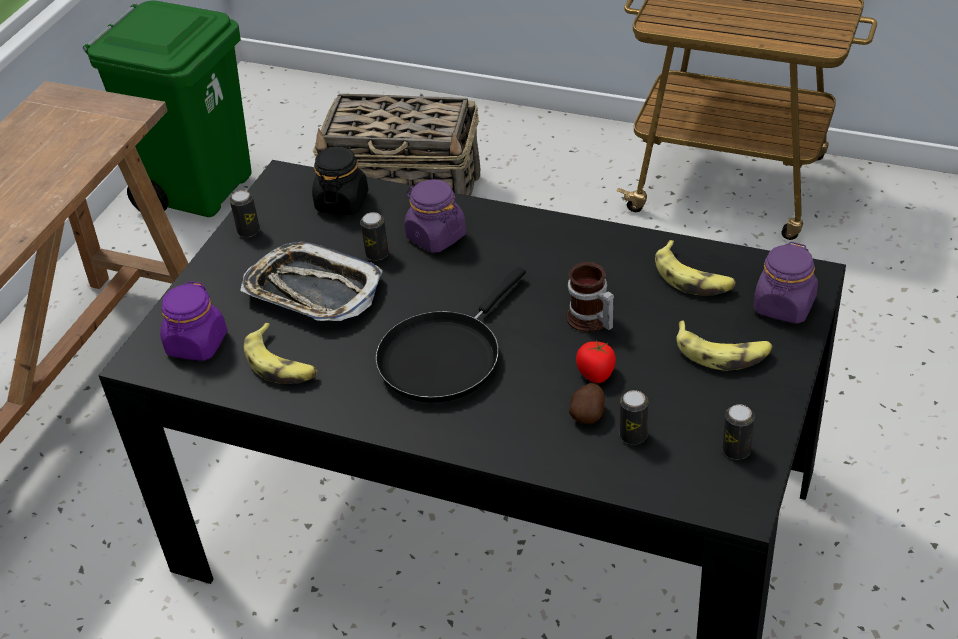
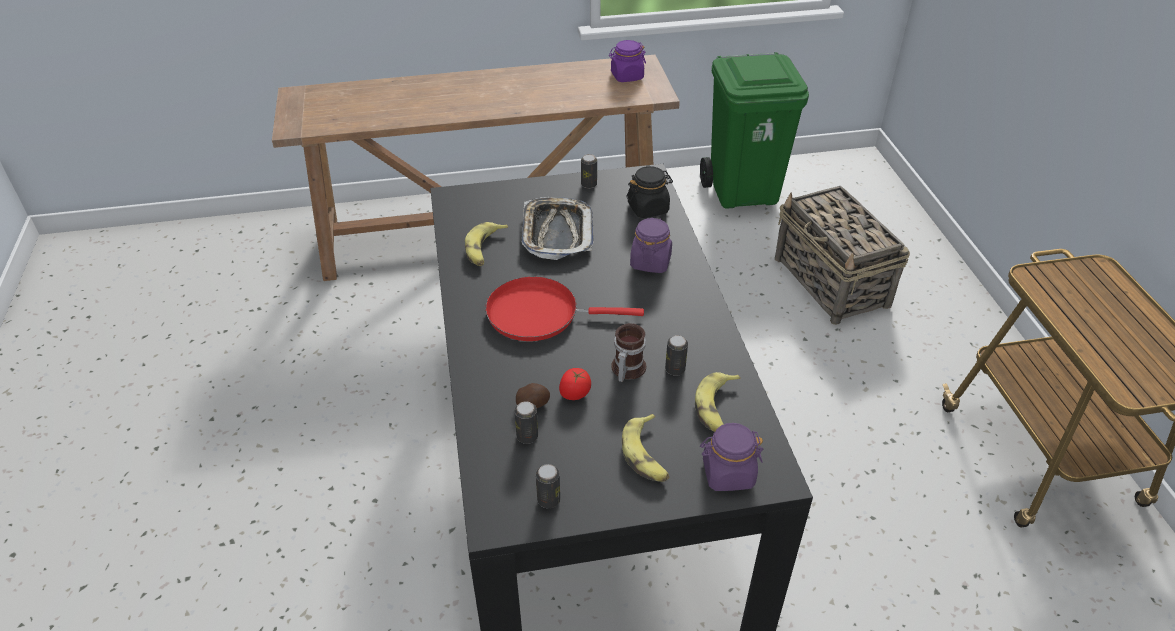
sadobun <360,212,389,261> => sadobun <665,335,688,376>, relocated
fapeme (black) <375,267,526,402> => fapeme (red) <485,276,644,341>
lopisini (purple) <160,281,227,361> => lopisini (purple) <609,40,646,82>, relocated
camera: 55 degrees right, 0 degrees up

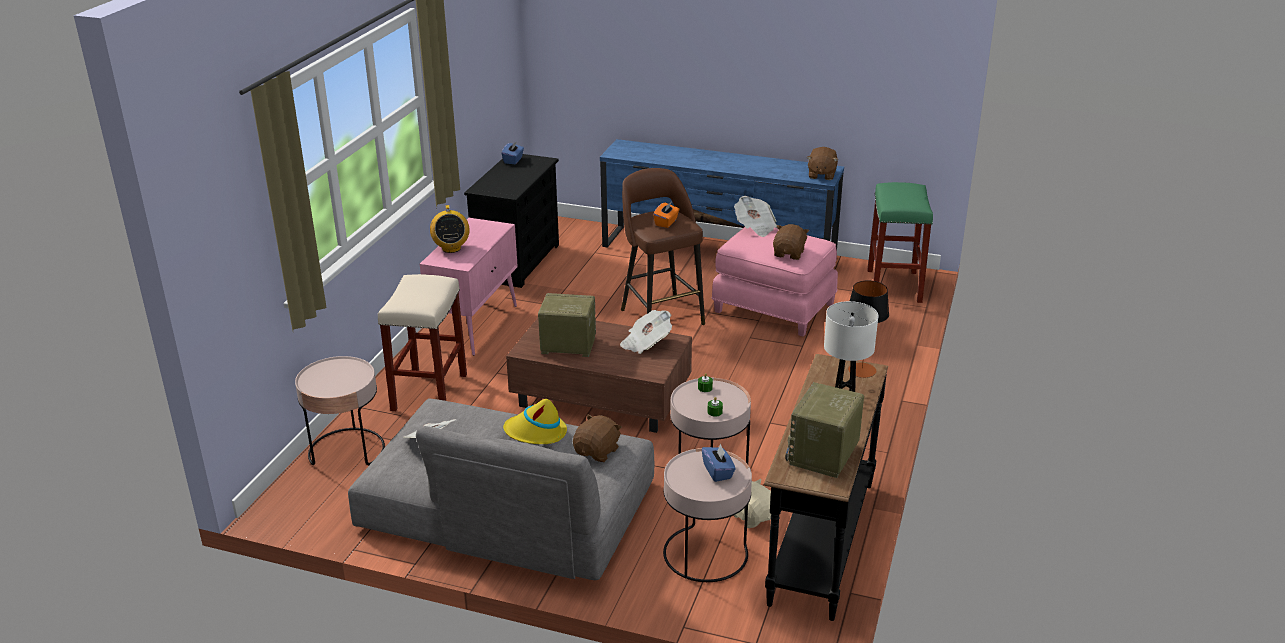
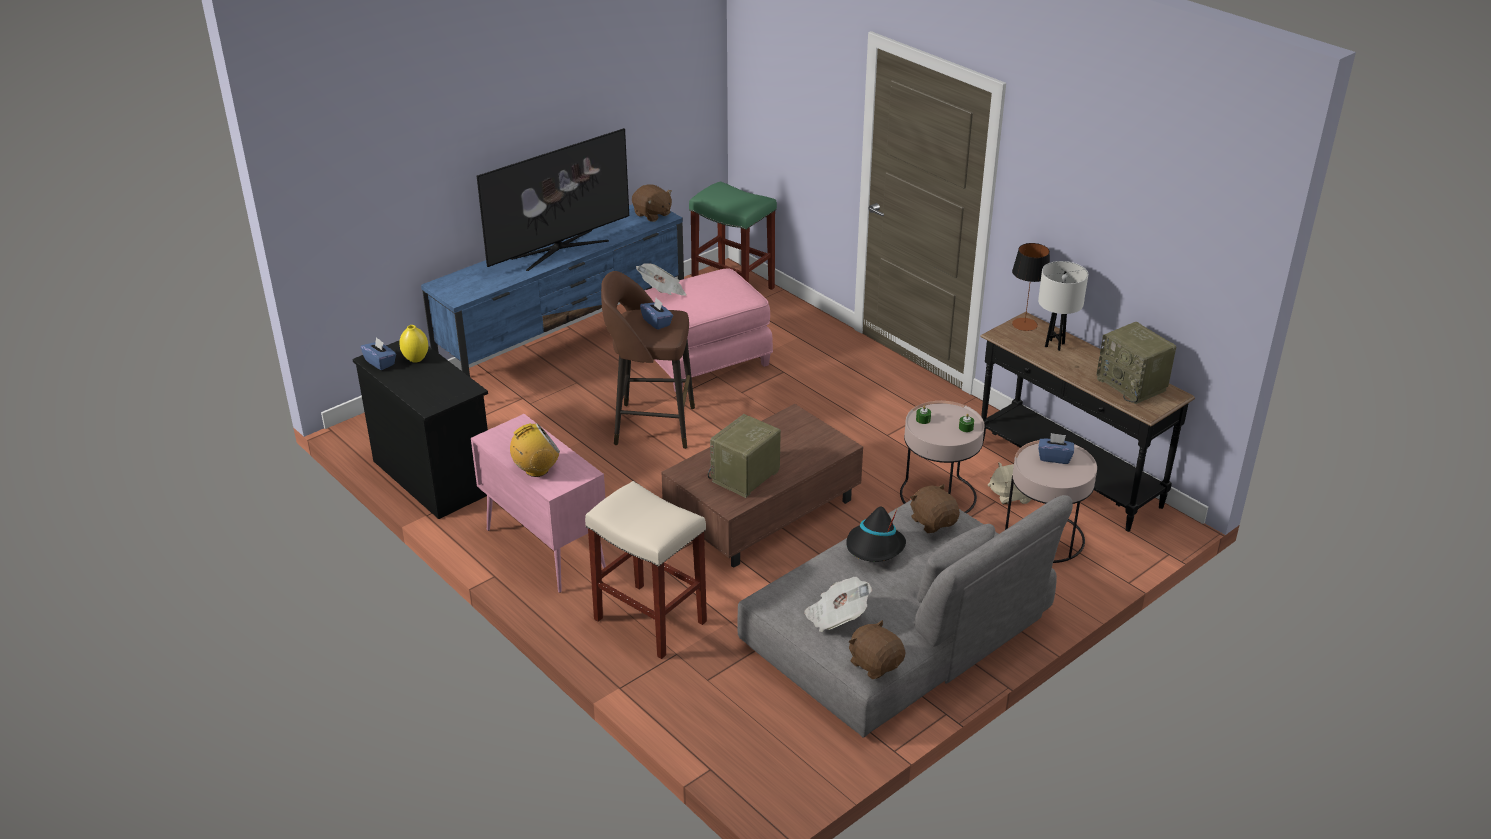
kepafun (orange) <653,202,680,228> => kepafun (blue) <640,298,673,330>
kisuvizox <430,205,470,253> => kisuvizox <510,423,560,477>, 45 degrees counterclockwise
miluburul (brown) <773,224,809,260> => miluburul (brown) <849,620,906,679>, relocated
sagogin <620,310,672,354> => nothing
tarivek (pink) <295,356,385,465> => nothing
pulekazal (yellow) <503,399,567,444> => pulekazal (black) <846,507,906,562>
nothing => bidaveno <477,128,629,271>
nothing => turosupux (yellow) <399,325,428,363>
camera: 60 degrees left, 5 degrees up

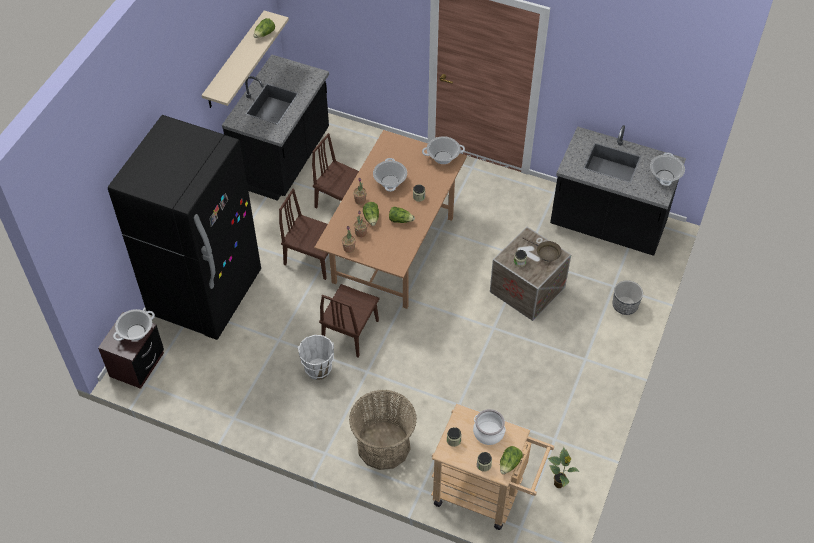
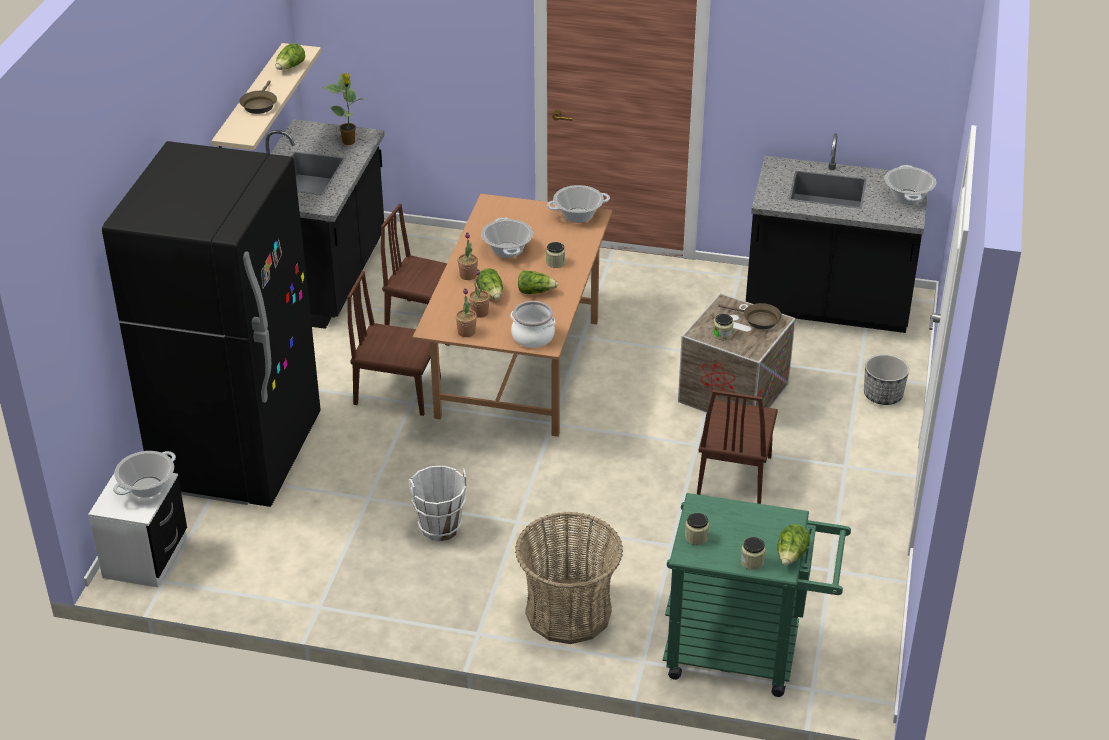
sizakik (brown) <319,284,379,358> => sizakik (brown) <697,390,778,504>, relocated
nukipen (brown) <98,312,164,389> => nukipen (white) <88,473,187,587>
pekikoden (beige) <431,404,554,530> => pekikoden (green) <663,493,851,697>
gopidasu <473,409,506,445> => gopidasu <510,301,556,348>, relocated
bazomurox <548,447,579,488> => bazomurox <324,72,366,145>, relocated
nothing => fapeme (brown) <239,80,277,114>
camera: 10 degrees left, 15 degrees down

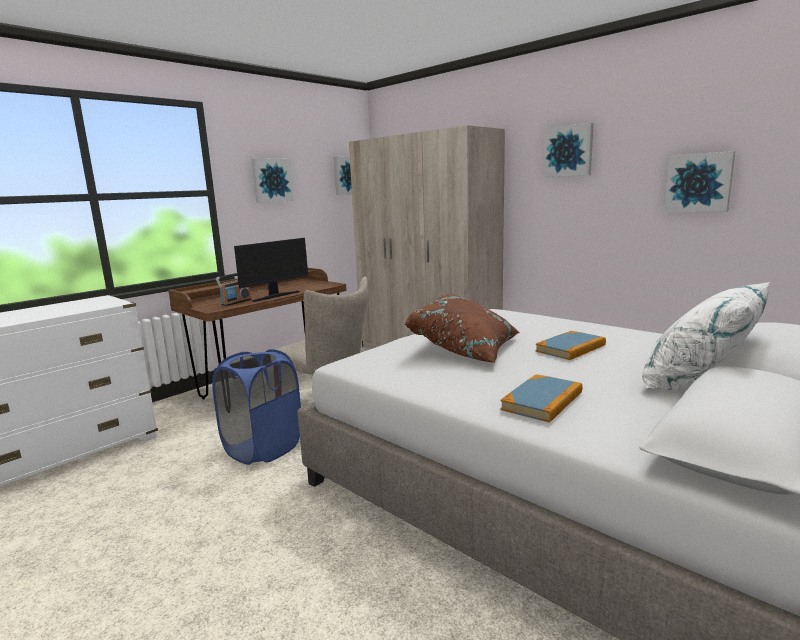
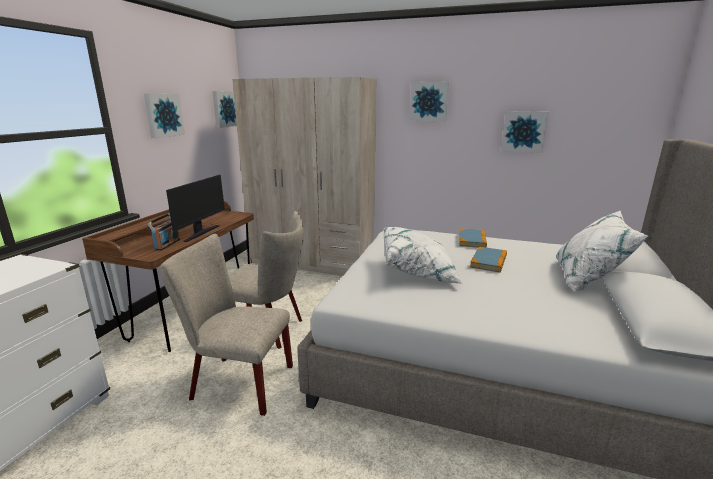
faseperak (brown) <405,294,520,363> => faseperak (white) <383,227,462,284>
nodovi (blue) <212,349,301,465> => sizakik (beige) <160,234,293,416>
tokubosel <500,375,582,423> => tokubosel <460,229,487,248>, relocated
camera: 25 degrees left, 5 degrees up

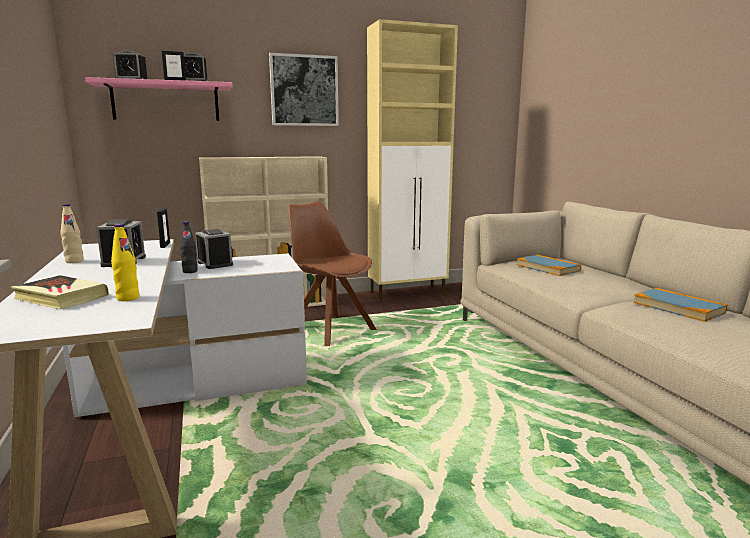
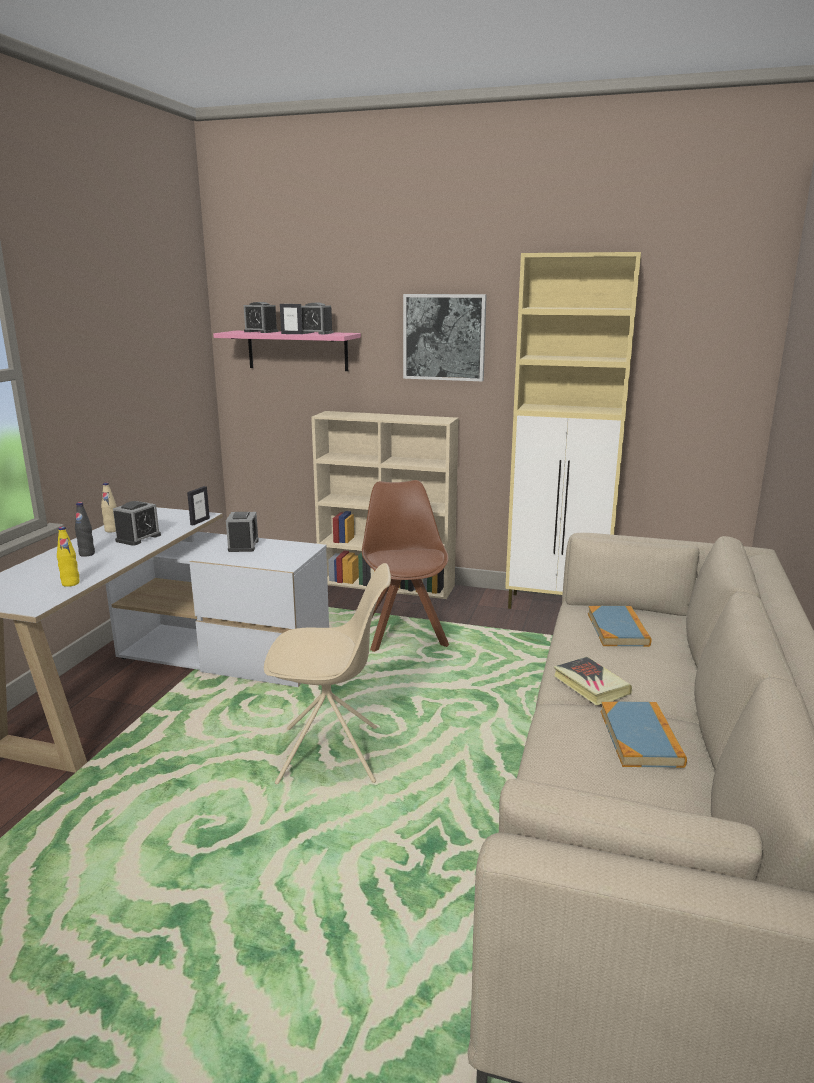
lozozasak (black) <180,221,198,273> => lozozasak (black) <75,502,95,557>, relocated
tokubosel <11,275,109,310> => tokubosel <554,657,632,706>, relocated
nothing => sizakik (beige) <264,563,391,784>
camera: 35 degrees right, 5 degrees up

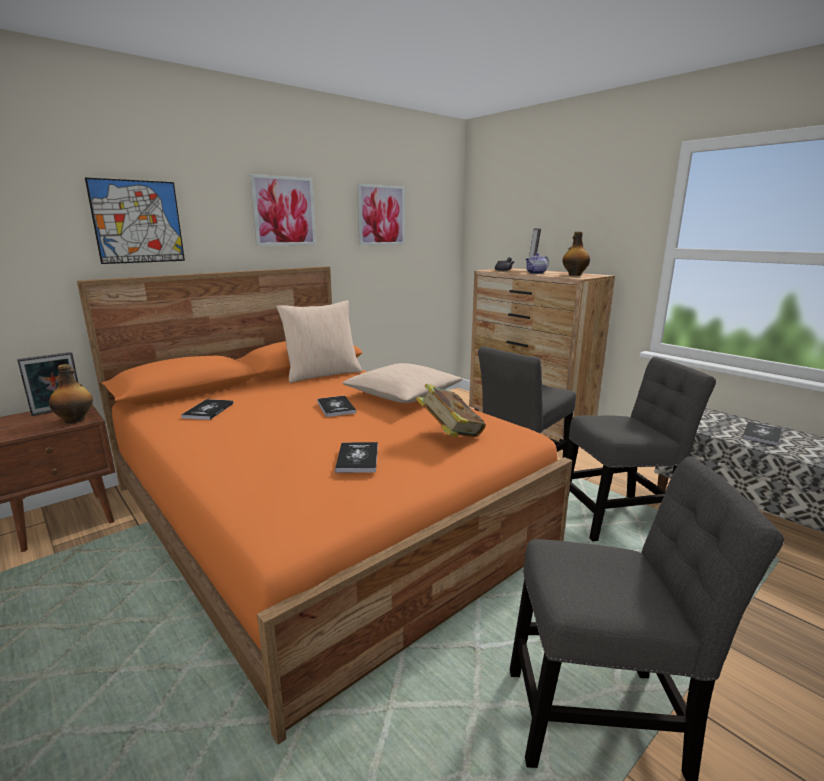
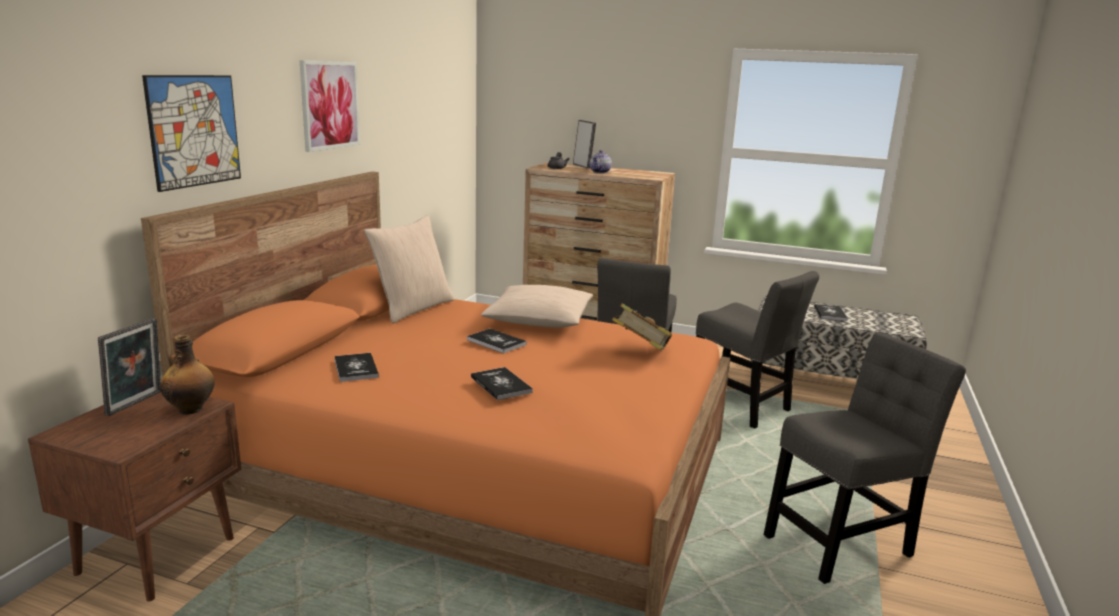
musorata <357,184,405,246> => nothing
lozozasak <563,232,590,276> => nothing
sizakik (grey) <567,357,716,542> => sizakik (grey) <696,271,819,429>, 90 degrees clockwise
tokubosel <335,442,378,473> => tokubosel <471,367,533,400>, relocated
camera: 30 degrees left, 0 degrees up

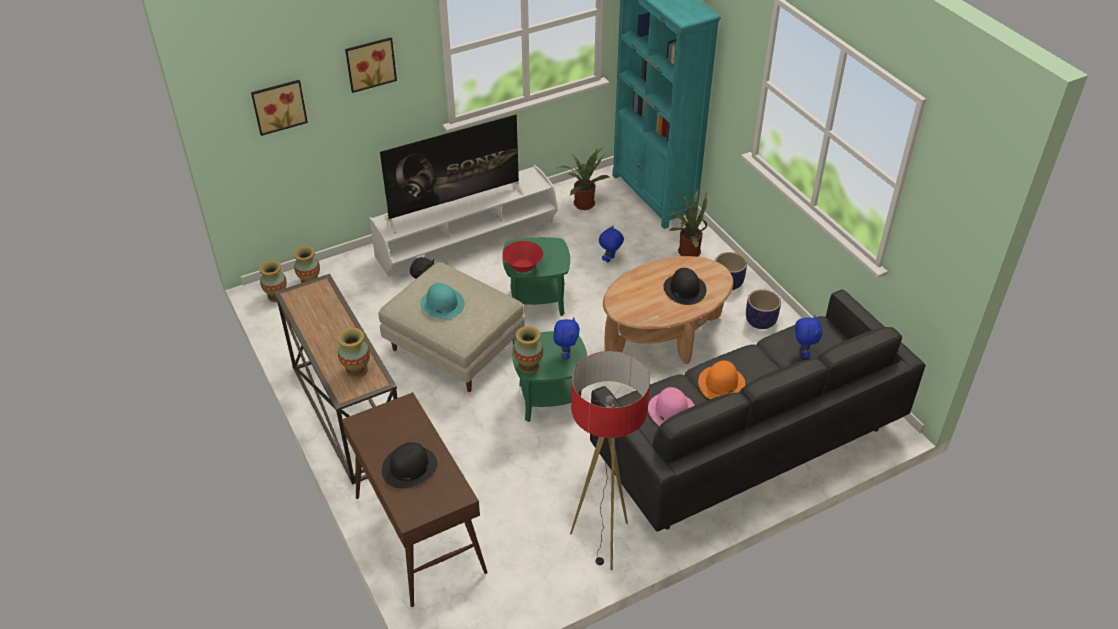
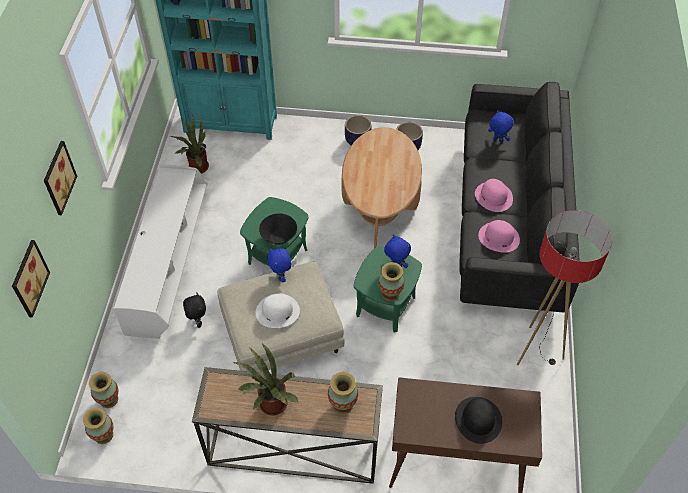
bidaveno <380,114,524,233> => nothing
bazomurox <668,190,707,257> => bazomurox <233,343,298,416>, relocated
miluburul (blue) <599,226,624,262> => miluburul (blue) <267,248,292,282>, relocated
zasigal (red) <502,241,543,273> => zasigal (black) <259,213,297,245>
pulekazal (black) <663,268,706,305> => nothing
pulekazal (turquoise) <420,283,465,319> => pulekazal (white) <256,293,300,328>
pulekazal (orange) <698,360,745,399> => pulekazal (pink) <475,179,513,212>
camera: 55 degrees left, 10 degrees up

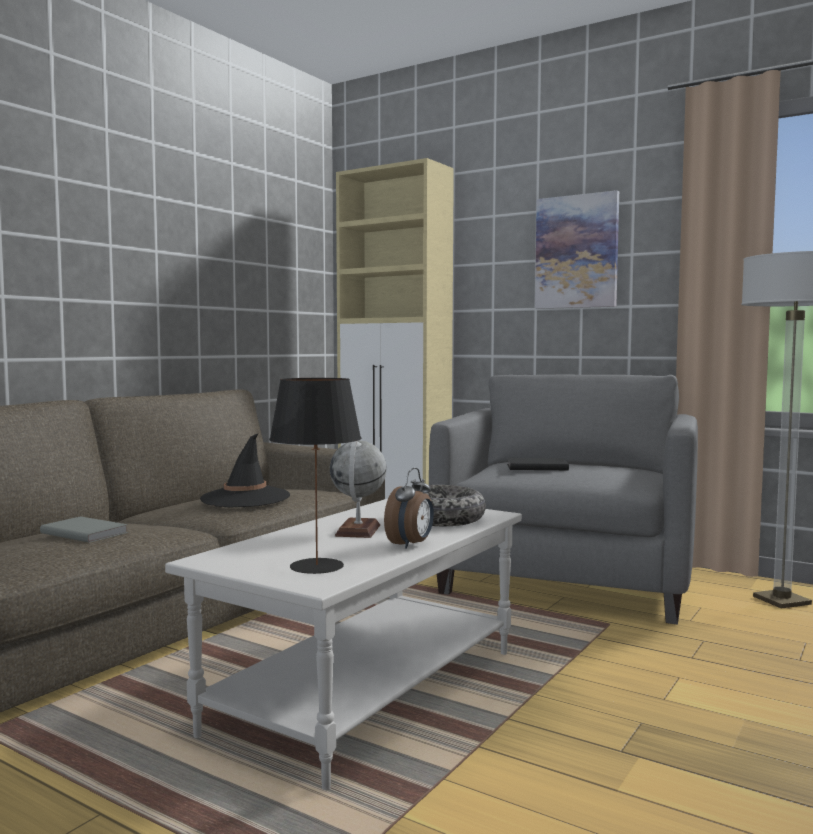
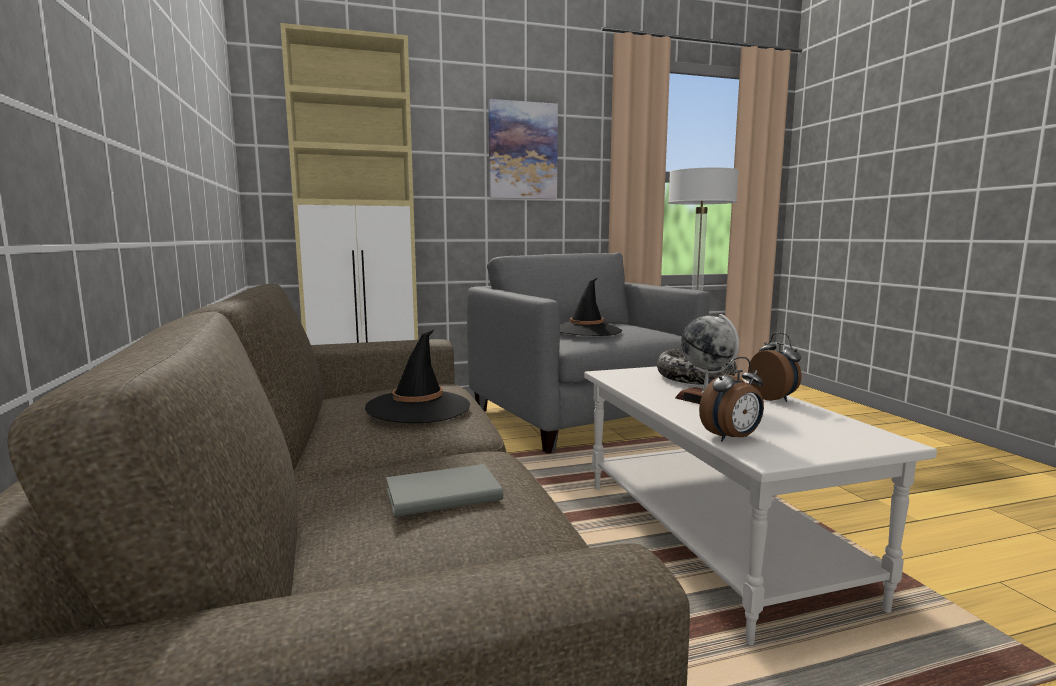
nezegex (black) <269,378,361,574> => nothing
tokubosel (black) <507,458,569,470> => pulekazal (black) <560,277,622,336>
nothing => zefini <699,357,764,441>
camera: 50 degrees left, 5 degrees up

